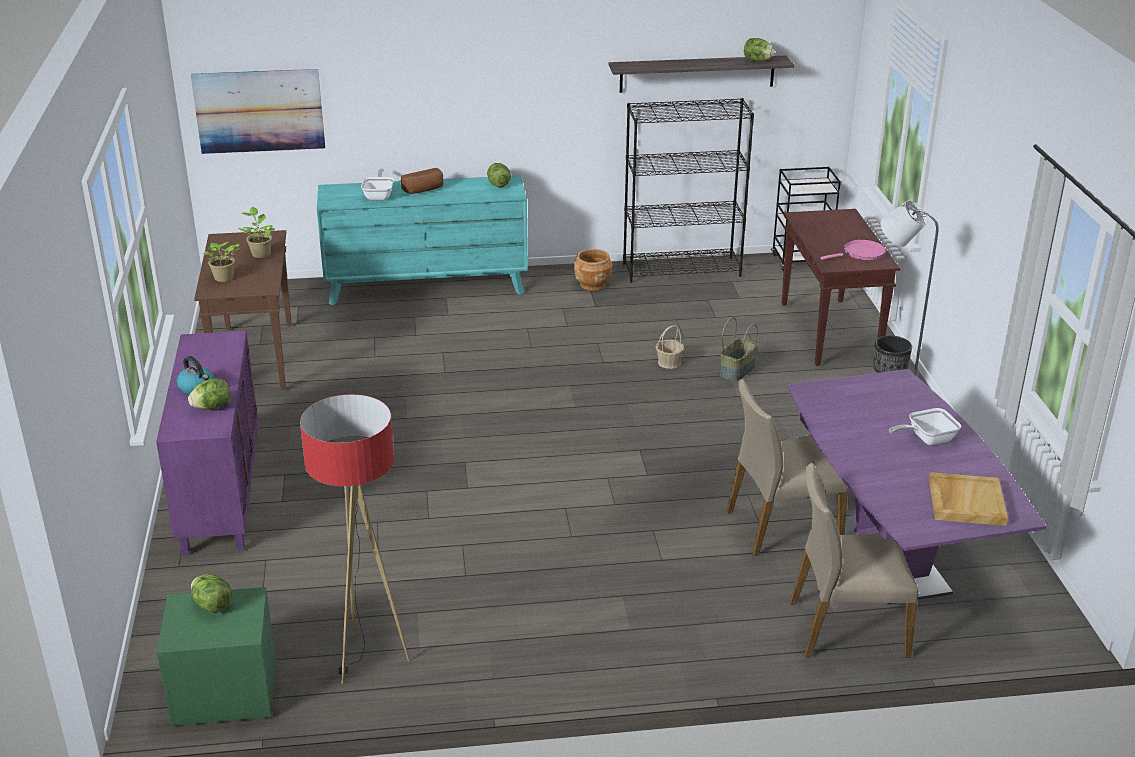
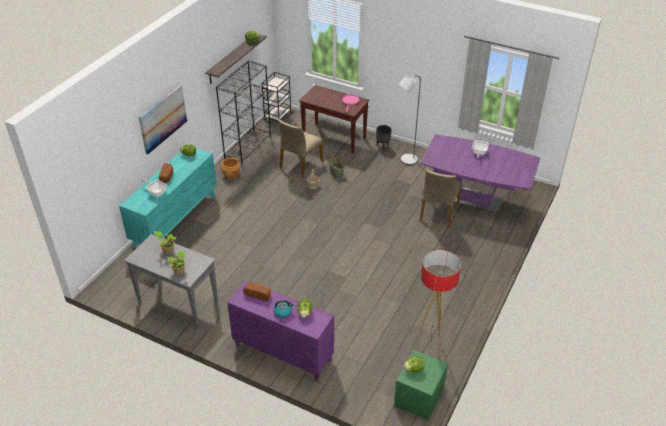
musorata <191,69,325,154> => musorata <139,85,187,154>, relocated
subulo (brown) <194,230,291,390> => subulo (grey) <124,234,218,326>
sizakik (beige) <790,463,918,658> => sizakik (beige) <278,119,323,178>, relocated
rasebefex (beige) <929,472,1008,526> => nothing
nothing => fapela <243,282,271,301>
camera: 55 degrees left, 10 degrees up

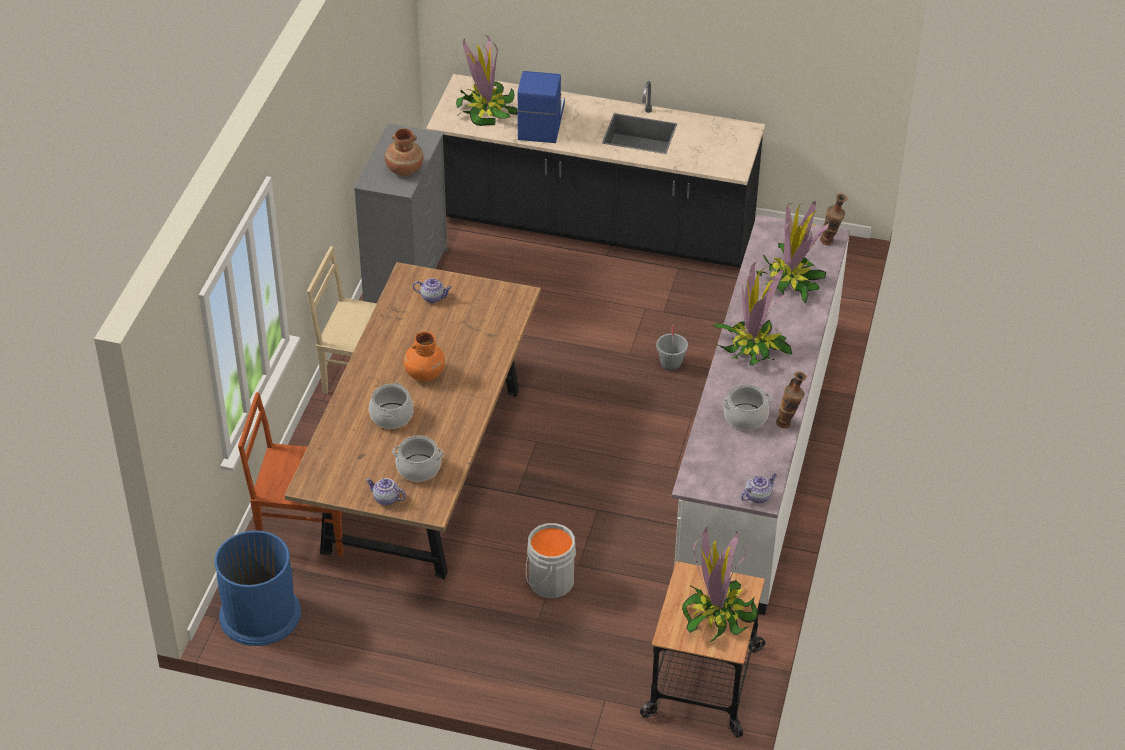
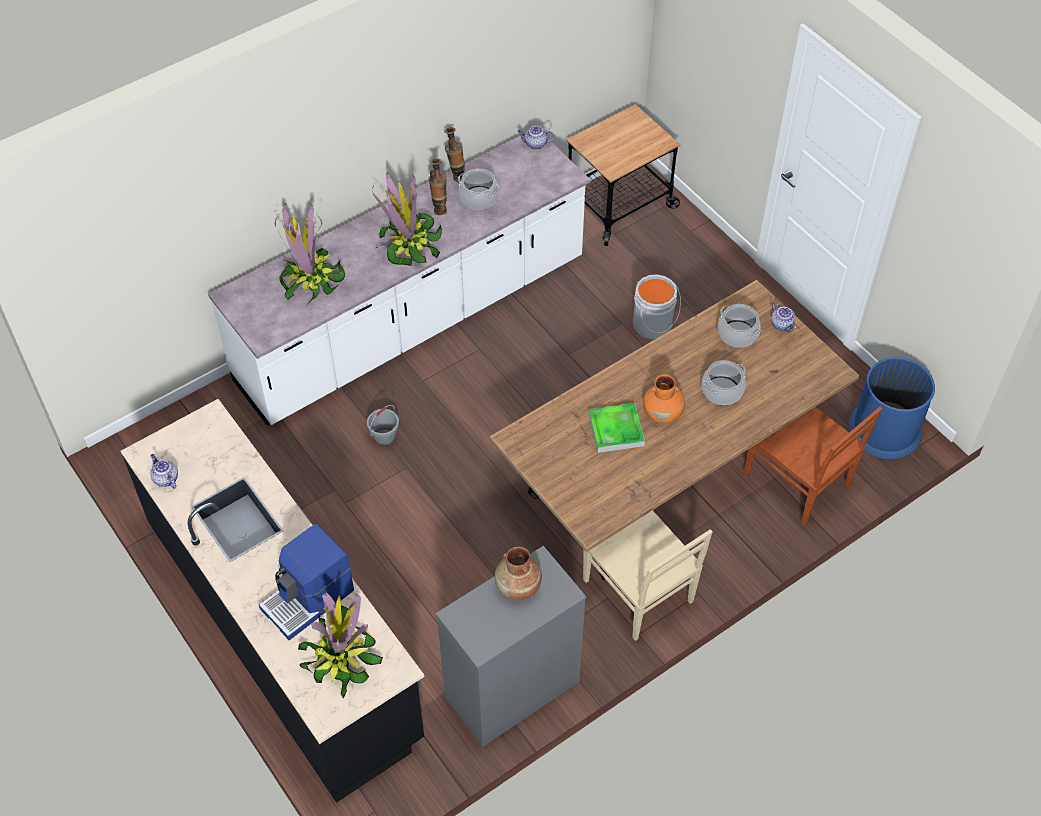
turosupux <820,194,847,245> => turosupux <428,158,447,215>, relocated
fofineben <413,278,452,303> => fofineben <151,454,178,489>, relocated
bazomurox <682,526,758,642> => nothing
nothing => rasebefex <589,403,645,453>
camera: 140 degrees left, 10 degrees up

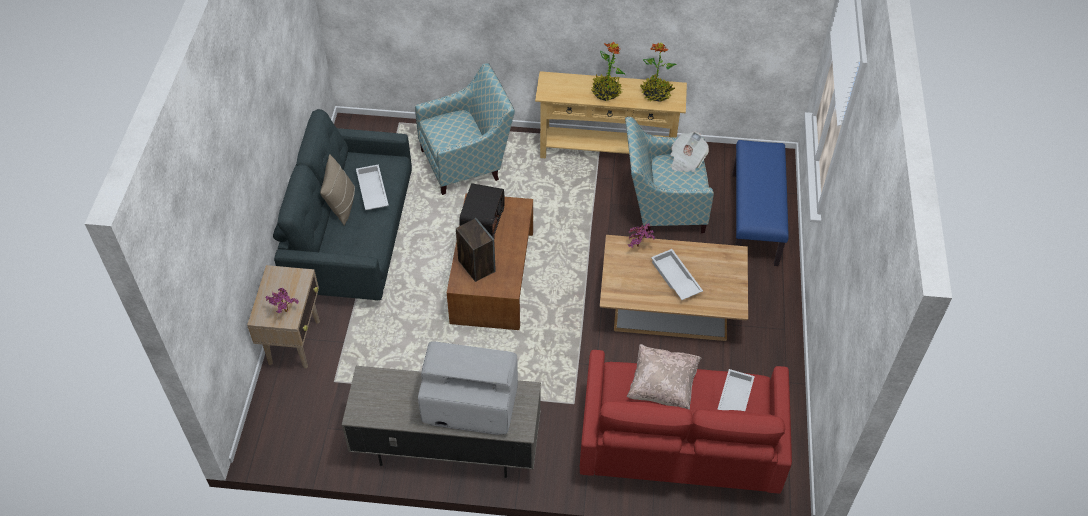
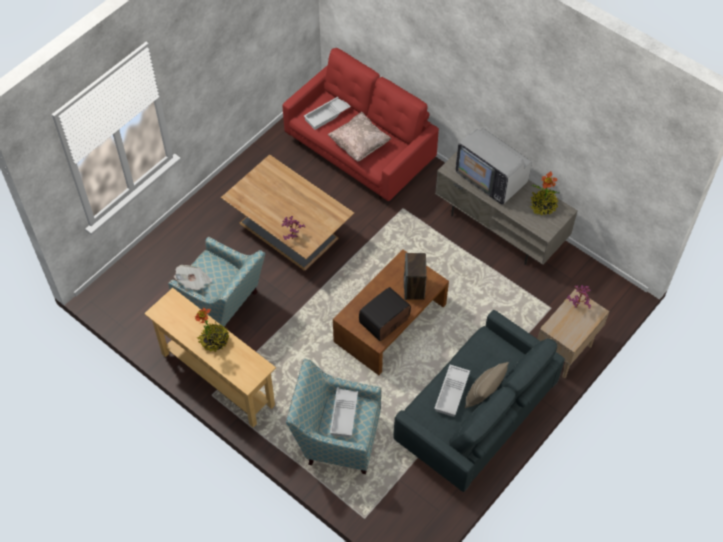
bazomurox <640,43,676,102> => bazomurox <530,171,559,215>, relocated
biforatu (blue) <732,140,789,266> => nothing
rasebefex (white) <651,249,703,300> => rasebefex (white) <330,388,358,437>, relocated
camera: 145 degrees left, 5 degrees up

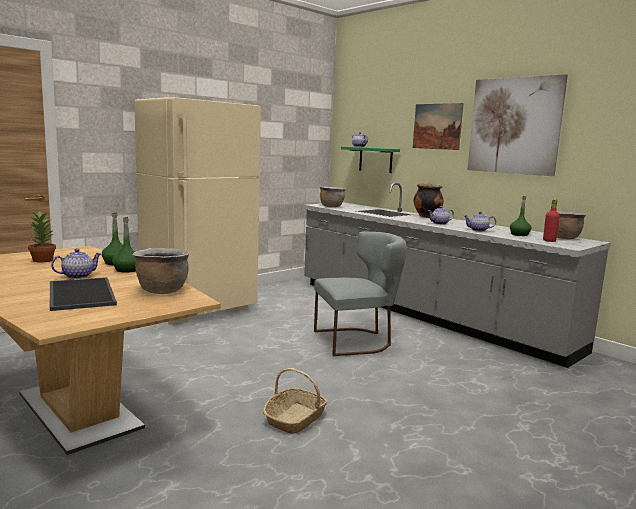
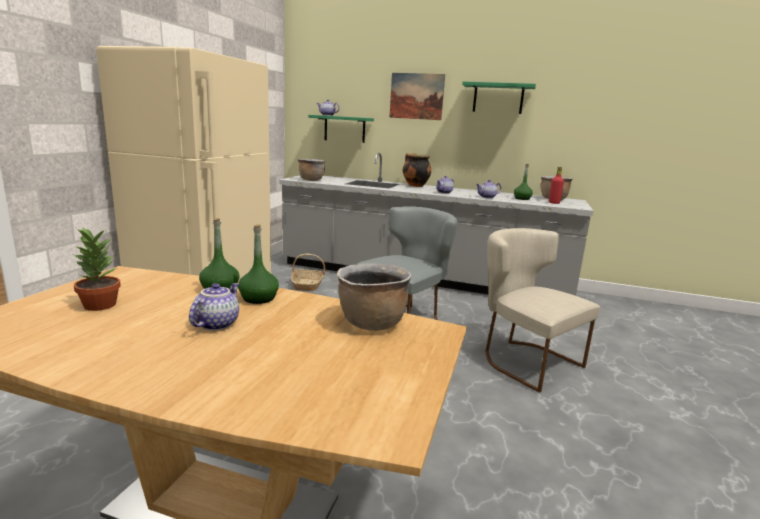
musorata <467,74,568,176> => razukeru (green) <462,81,536,114>
rasebefex <50,277,117,311> => nothing
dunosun <263,368,327,434> => dunosun <291,254,325,291>, relocated
nothing => sizakik (beige) <485,228,600,393>
camera: 30 degrees left, 5 degrees up

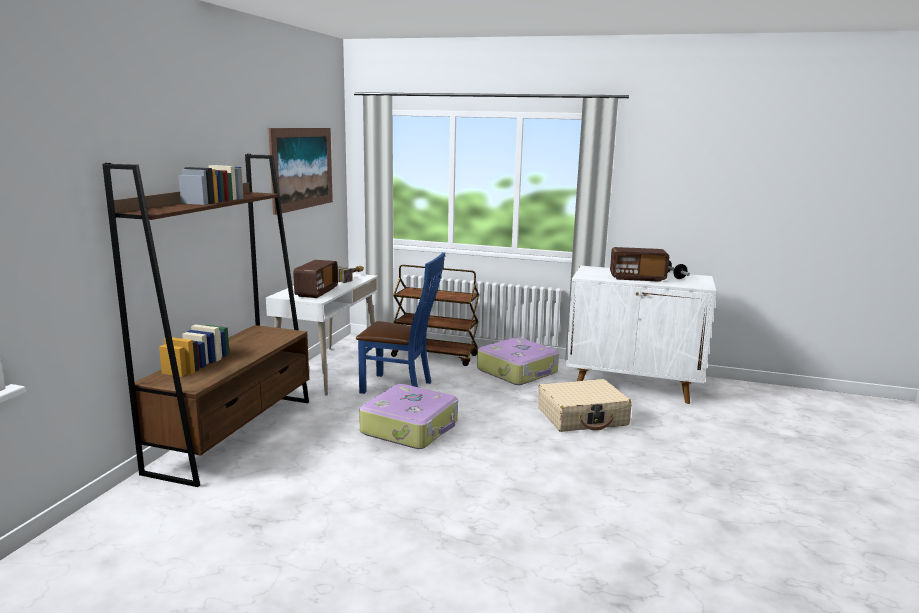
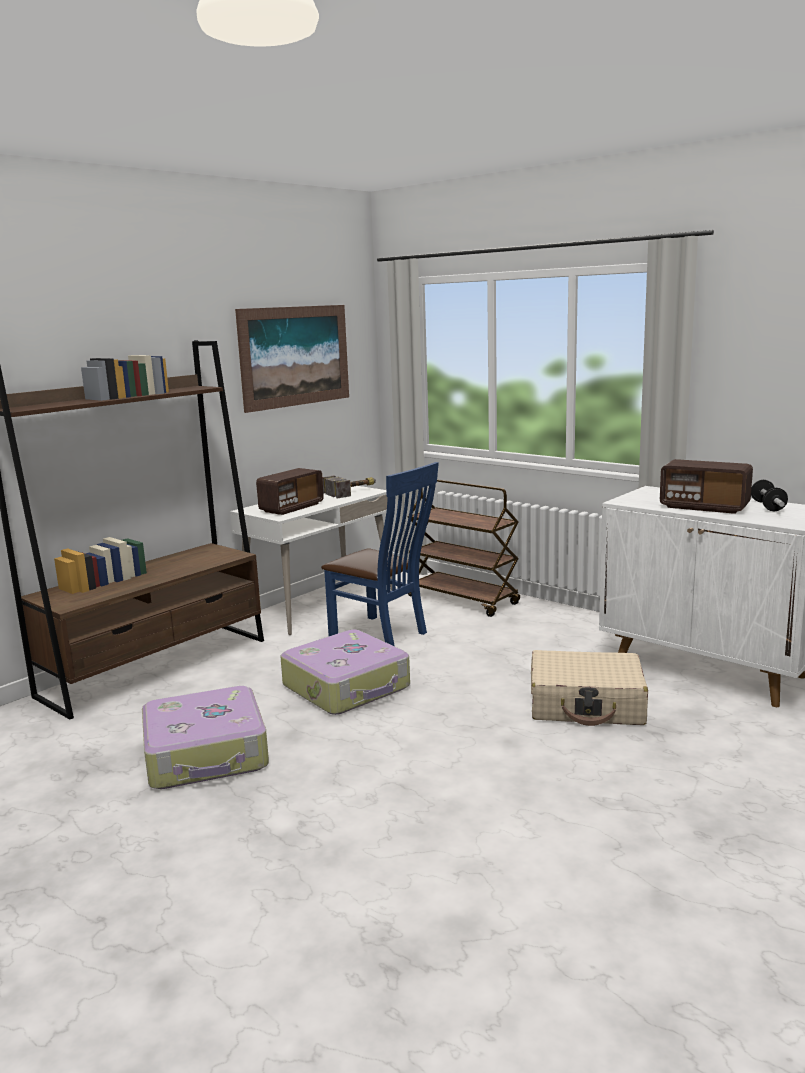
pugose <477,337,559,385> => pugose <142,686,269,789>, relocated
camera: 25 degrees right, 0 degrees up

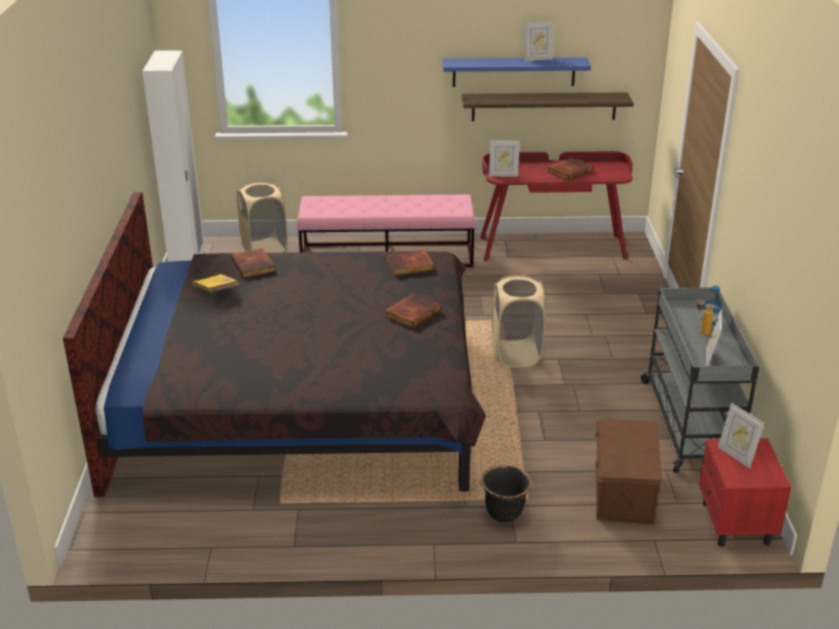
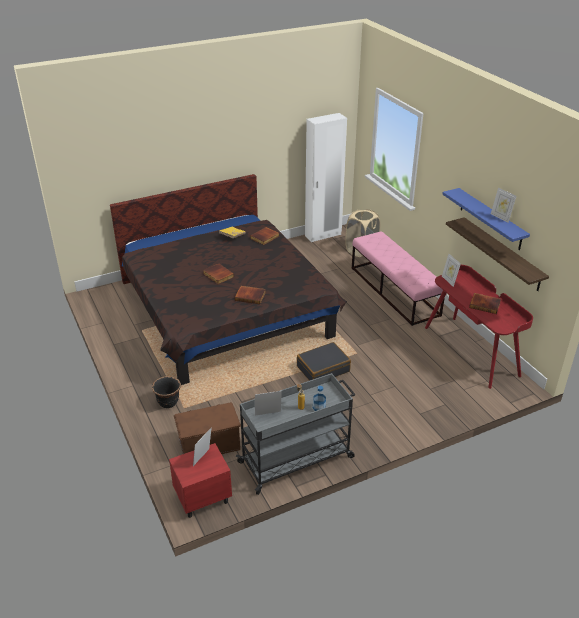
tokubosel <385,250,434,276> => tokubosel <203,263,234,284>, relocated
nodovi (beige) <492,275,545,368> => pugose (black) <297,342,351,381>
camera: 65 degrees right, 5 degrees up

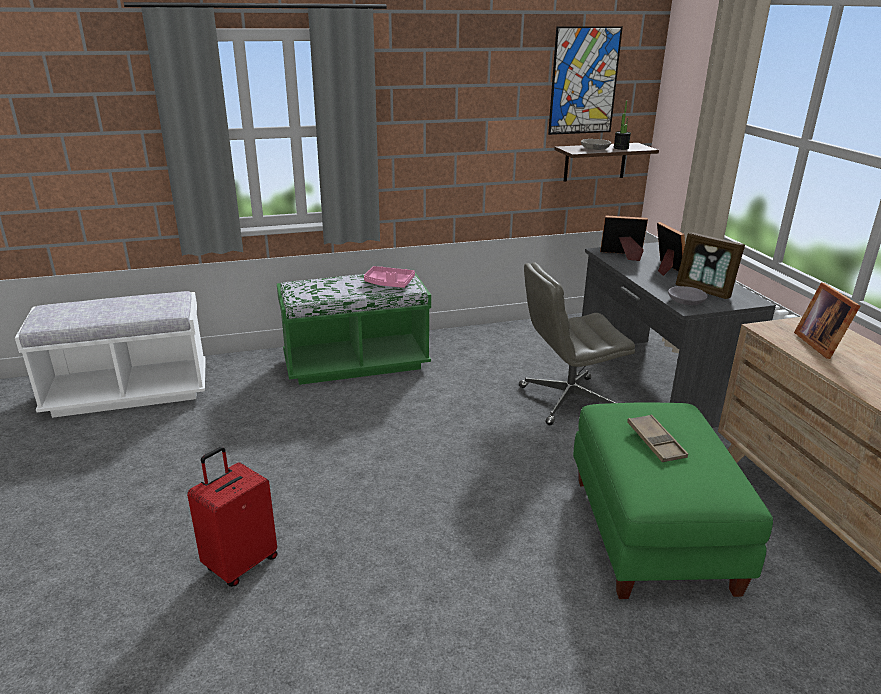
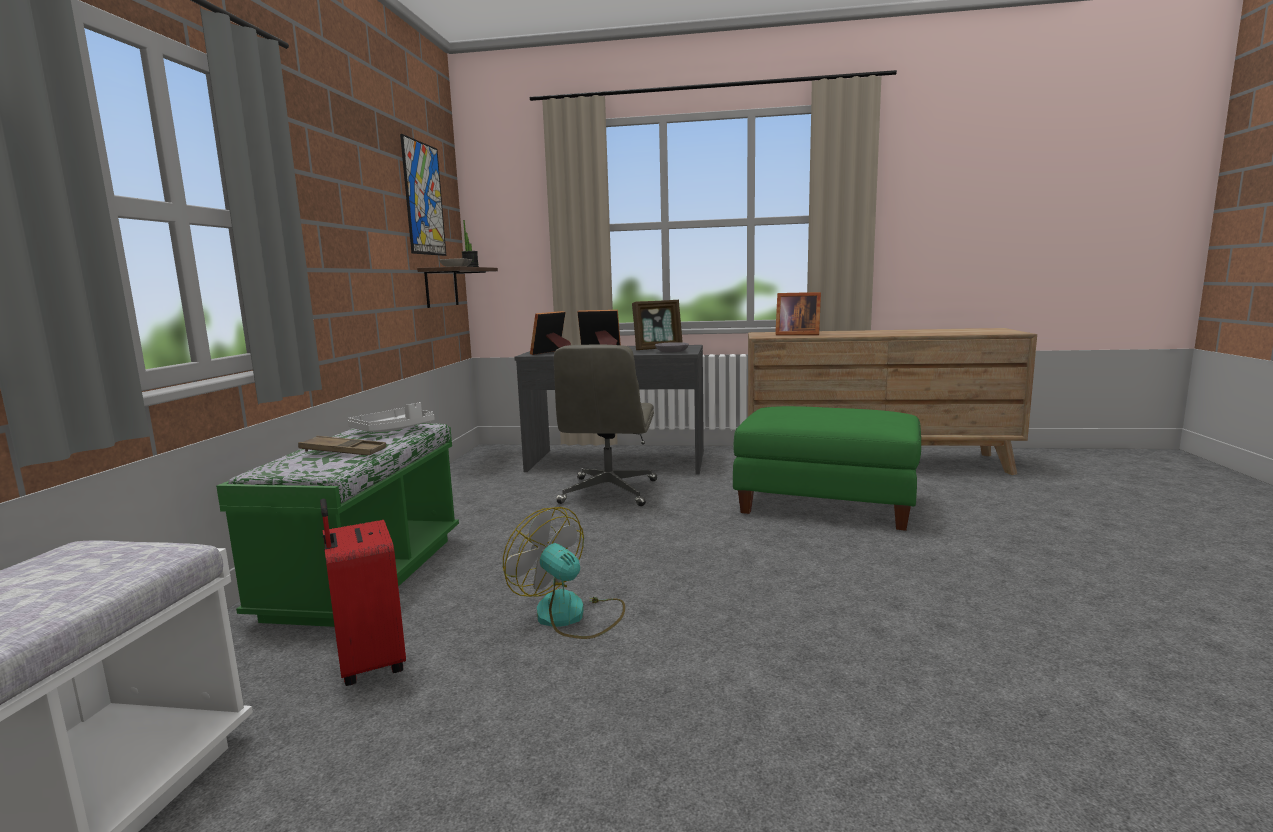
rasebefex (pink) <364,266,415,288> => rasebefex (grey) <348,402,434,432>
rasebefex (brown) <627,414,688,462> => rasebefex (brown) <298,436,386,455>, relocated
pugose (red) <187,447,278,587> => pugose (red) <320,499,406,686>, relocated
nothing => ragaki <503,507,625,639>
camera: 65 degrees left, 15 degrees down

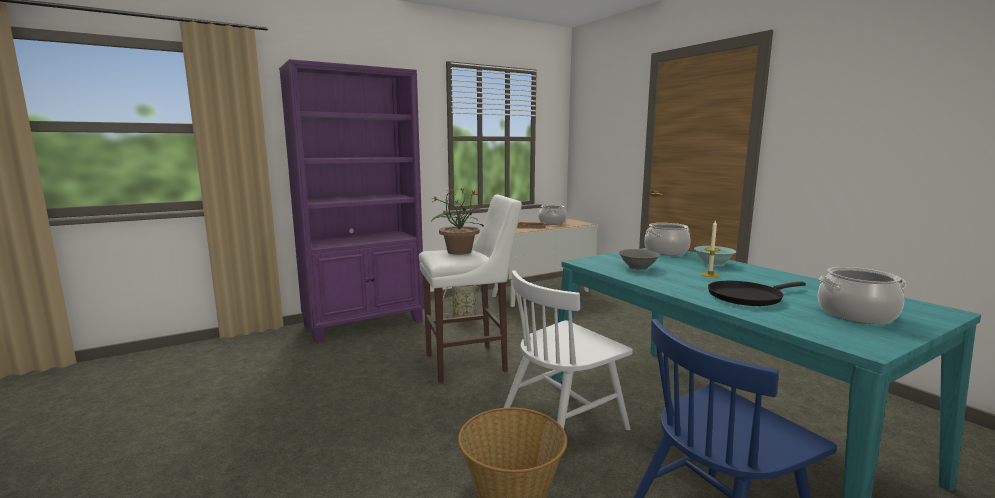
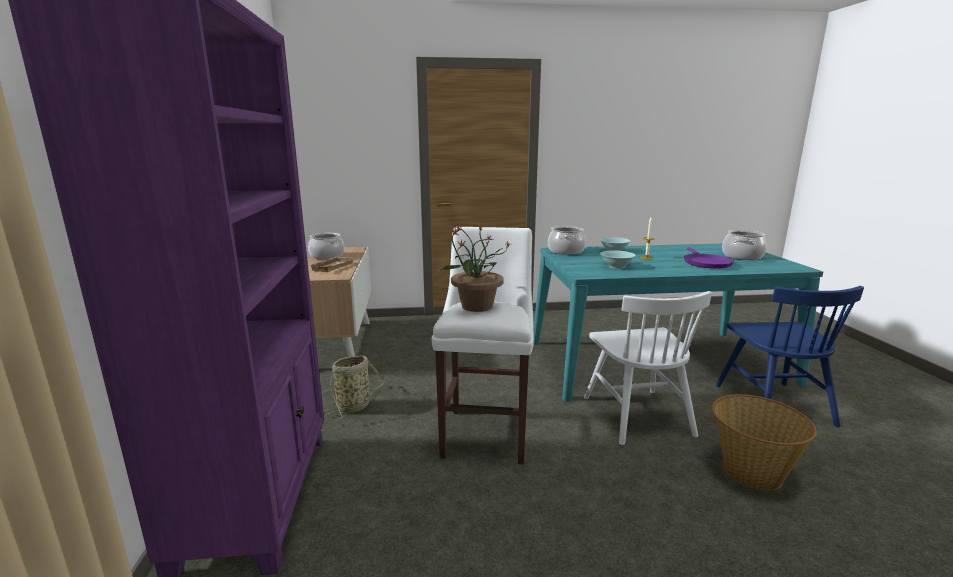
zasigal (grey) <619,249,660,270> => zasigal (turquoise) <600,250,636,269>
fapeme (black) <708,281,806,306> => fapeme (purple) <684,247,734,269>
camera: 65 degrees left, 5 degrees up

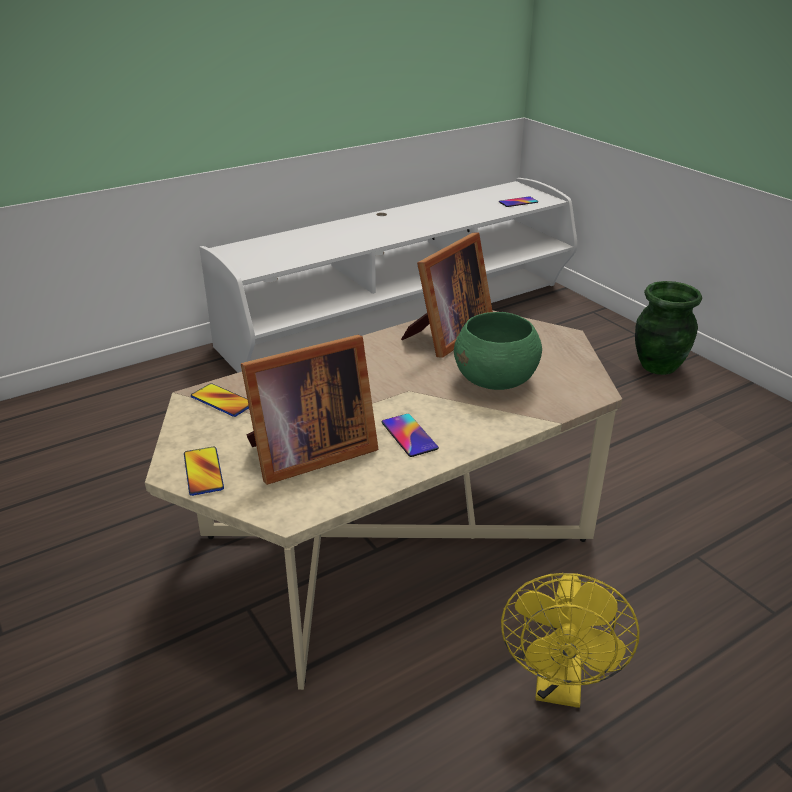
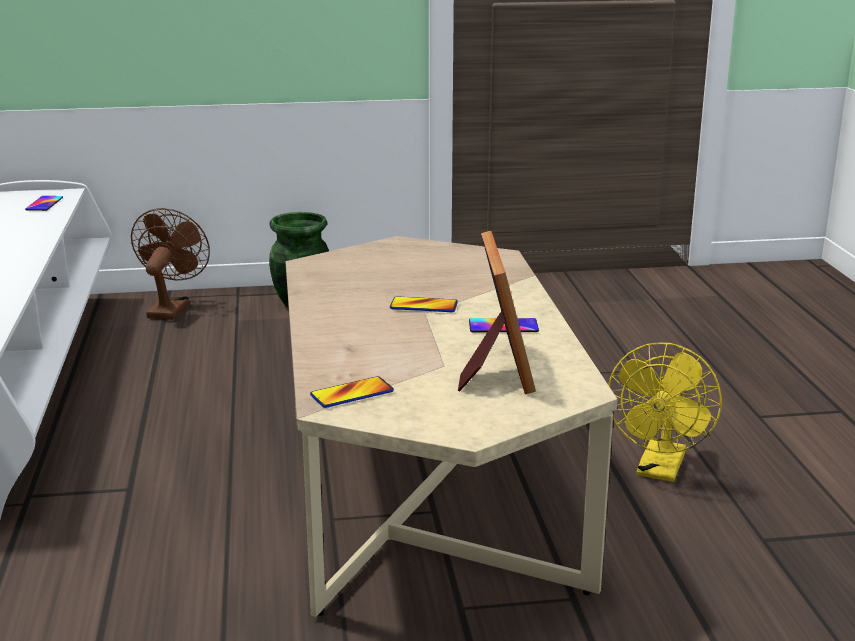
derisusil <401,232,493,358> => nothing
zasigal (green) <454,312,542,390> => nothing
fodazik <184,447,224,496> => fodazik <390,296,458,312>, relocated
ragaki (yellow) <501,573,640,708> => ragaki (yellow) <608,342,722,482>, 75 degrees clockwise
nothing => ragaki (brown) <131,208,210,320>
camera: 65 degrees left, 10 degrees down

